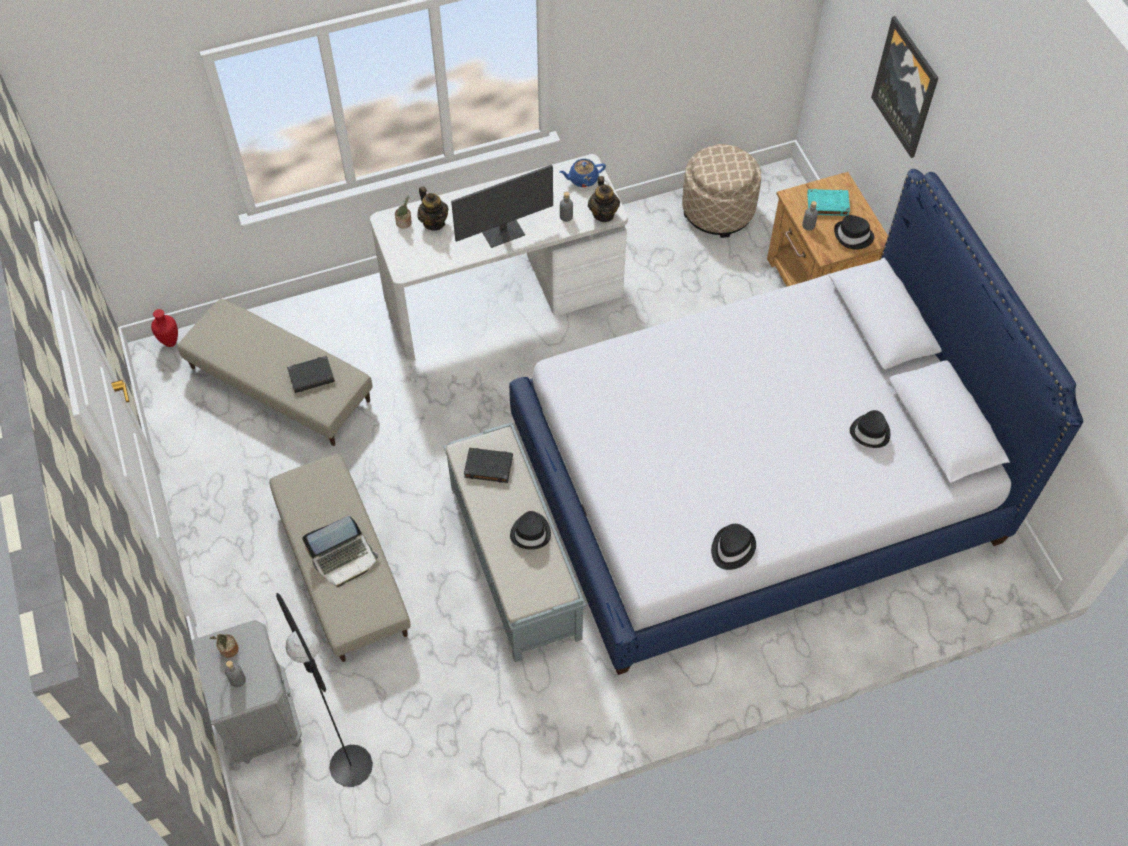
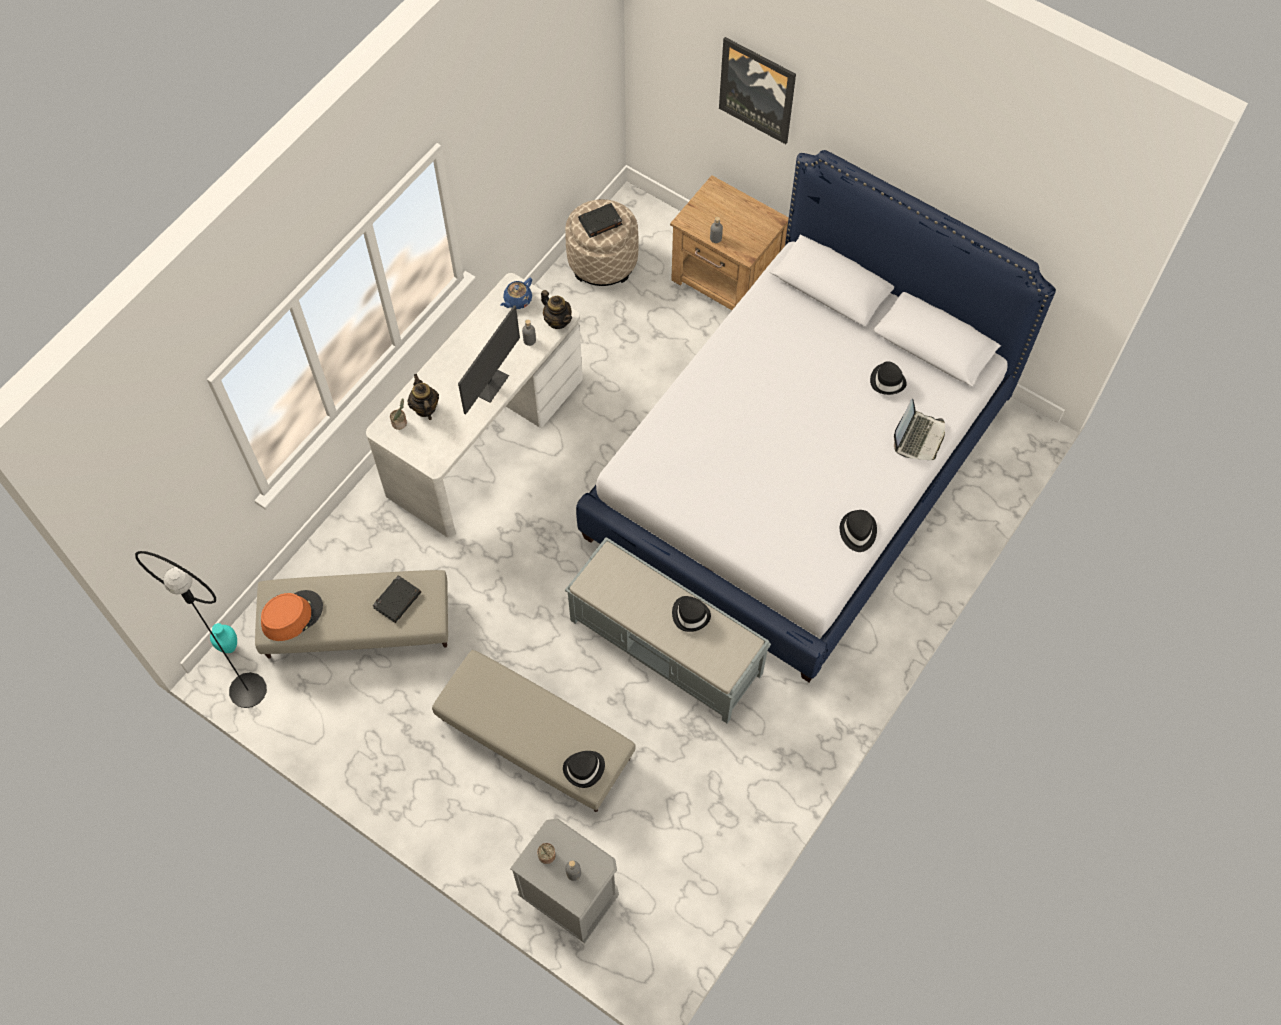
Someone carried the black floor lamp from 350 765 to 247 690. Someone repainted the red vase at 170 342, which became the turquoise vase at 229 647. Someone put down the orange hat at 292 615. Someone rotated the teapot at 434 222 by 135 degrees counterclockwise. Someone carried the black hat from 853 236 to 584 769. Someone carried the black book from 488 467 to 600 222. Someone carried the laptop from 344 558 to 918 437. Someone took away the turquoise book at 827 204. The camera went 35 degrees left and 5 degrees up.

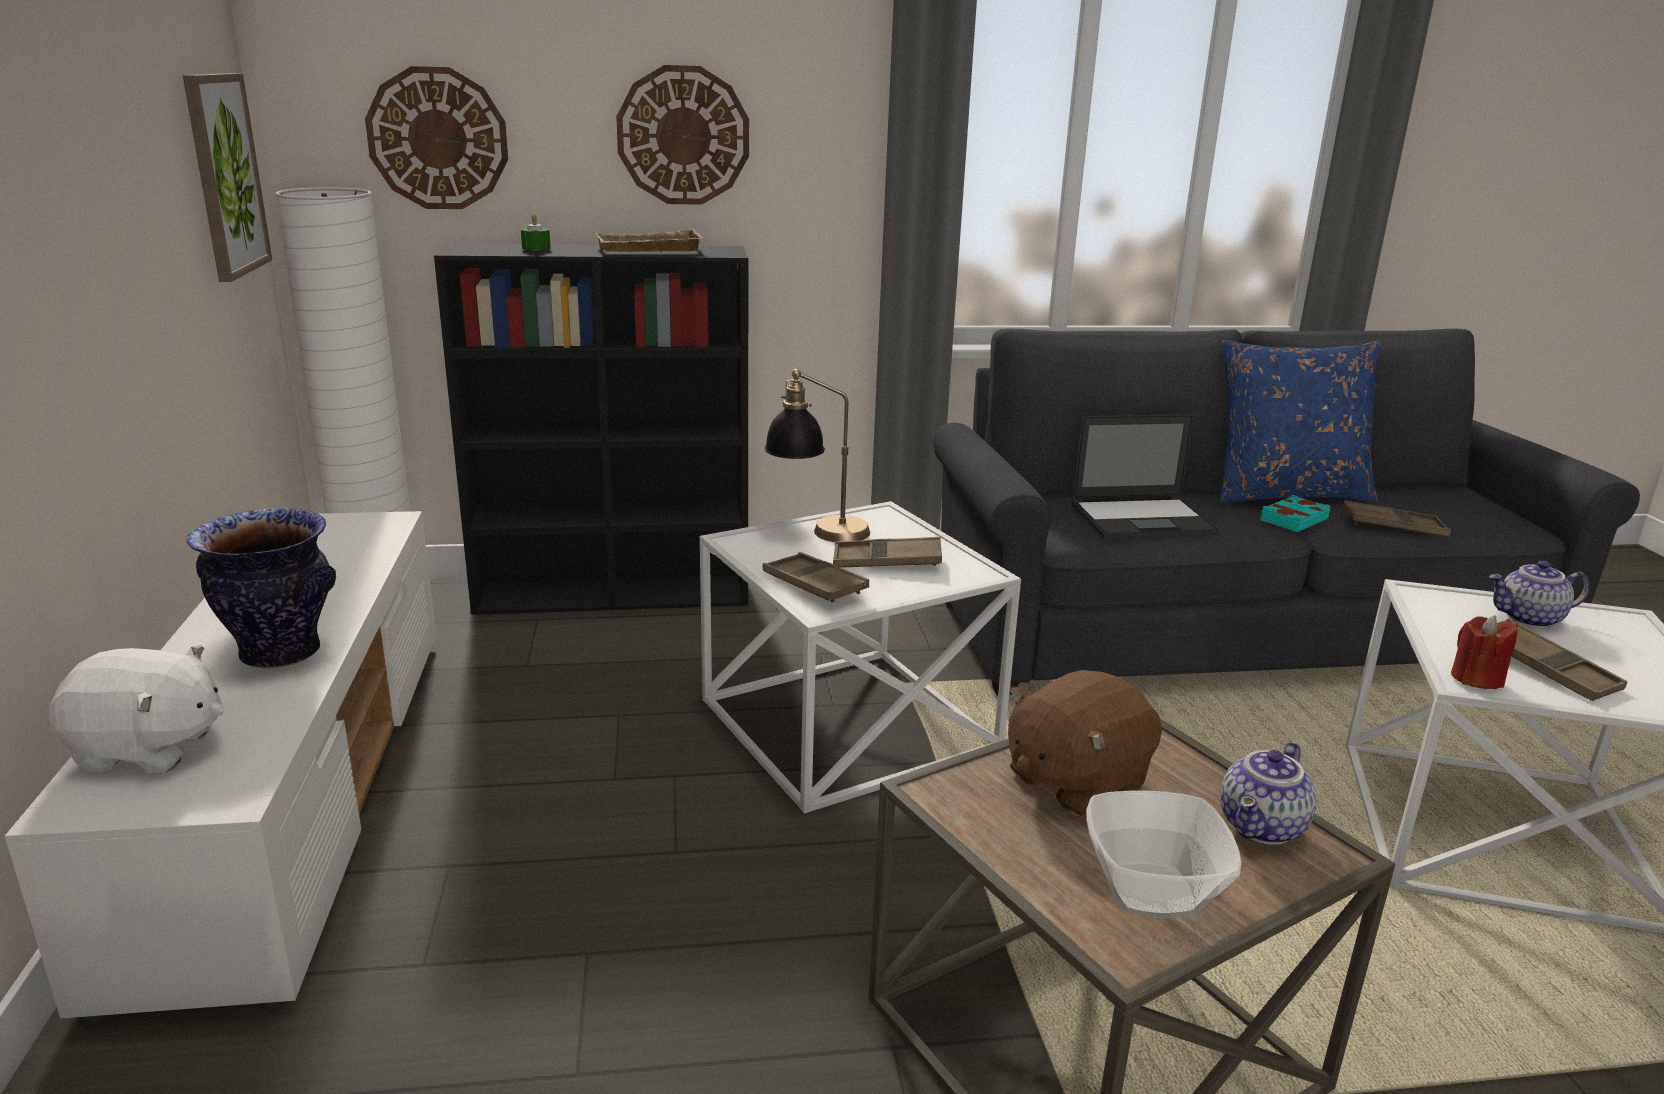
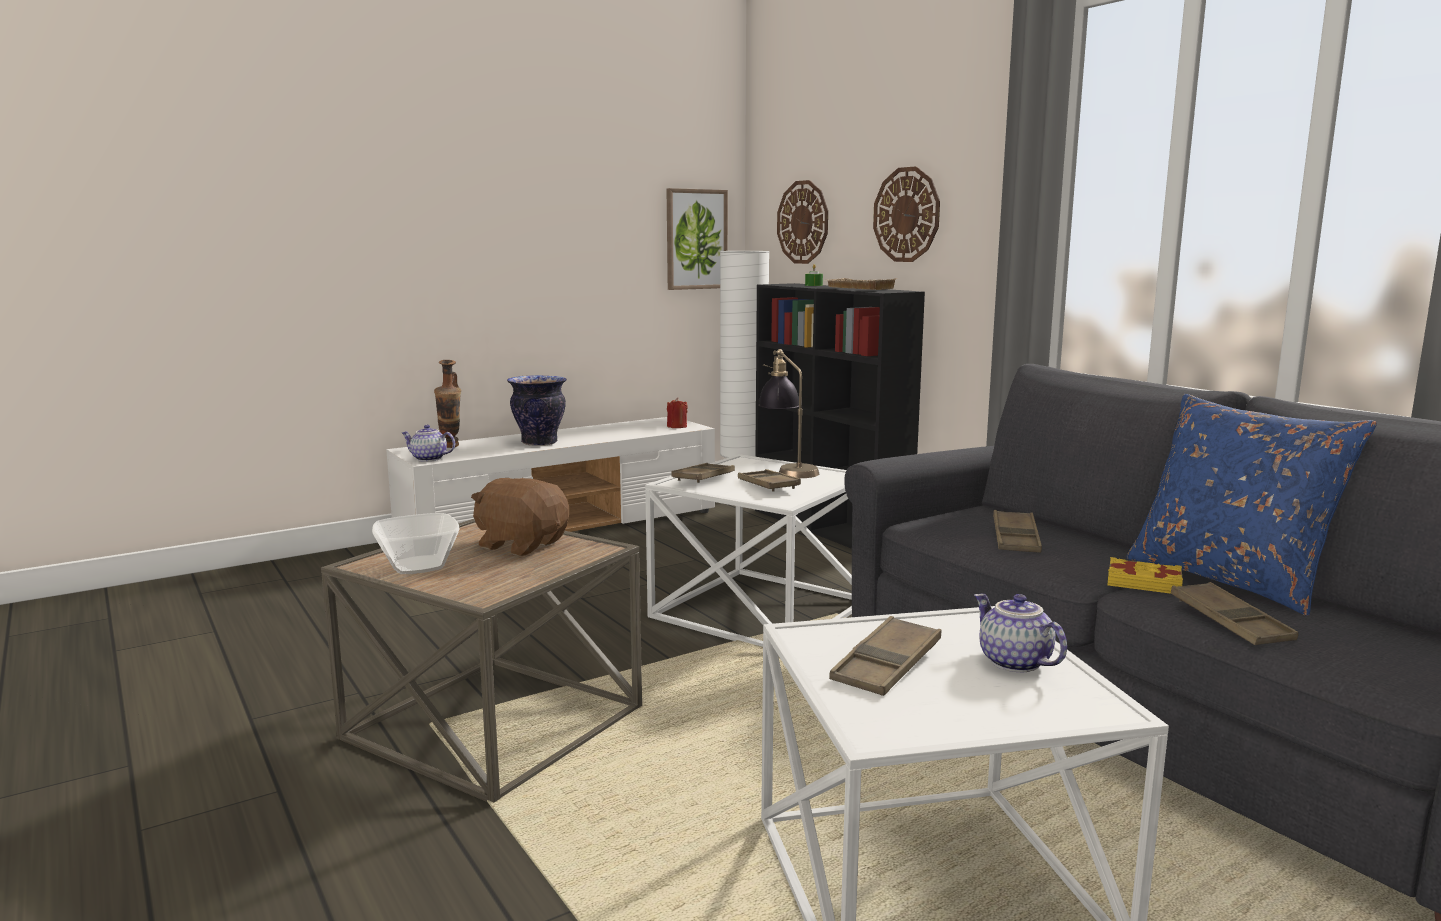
Someone carried the teapot from 1263 828 to 428 459. Someone swapped the white plush toy at 148 749 for the vase at 450 447. Someone carried the red candle from 1476 678 to 677 426. Someone swapped the laptop at 1144 519 for the brown tray at 1015 538. Someone repainted the turquoise book at 1293 519, which became the yellow book at 1143 583. The camera went 65 degrees right and 10 degrees down.

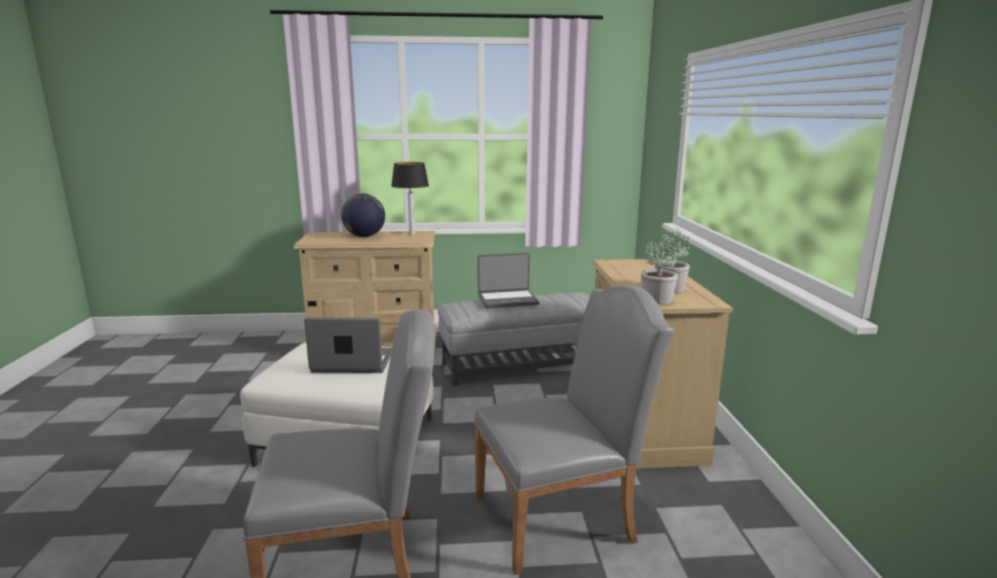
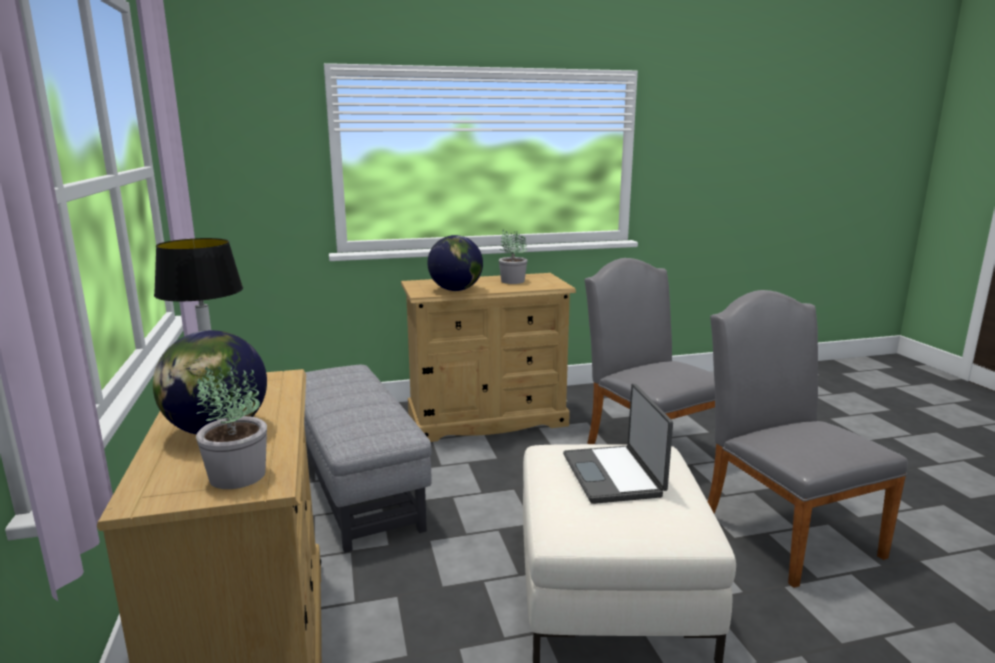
Someone carried the potted plant from 657 299 to 236 475. Someone put down the globe at 455 290. Someone took away the laptop at 507 300. The camera went 100 degrees left and 0 degrees up.

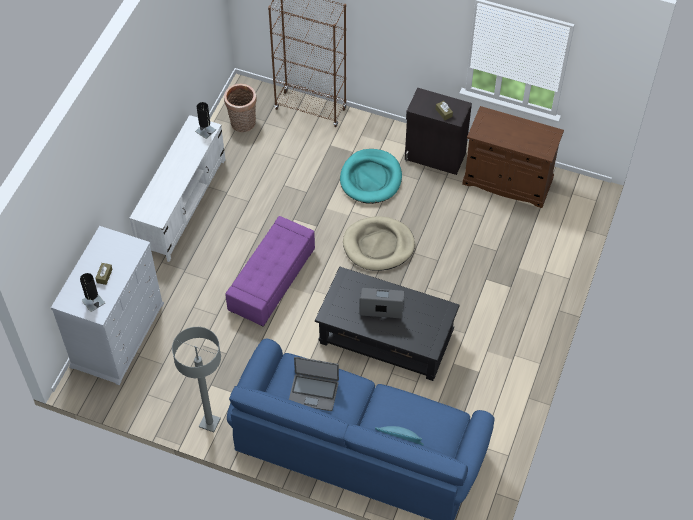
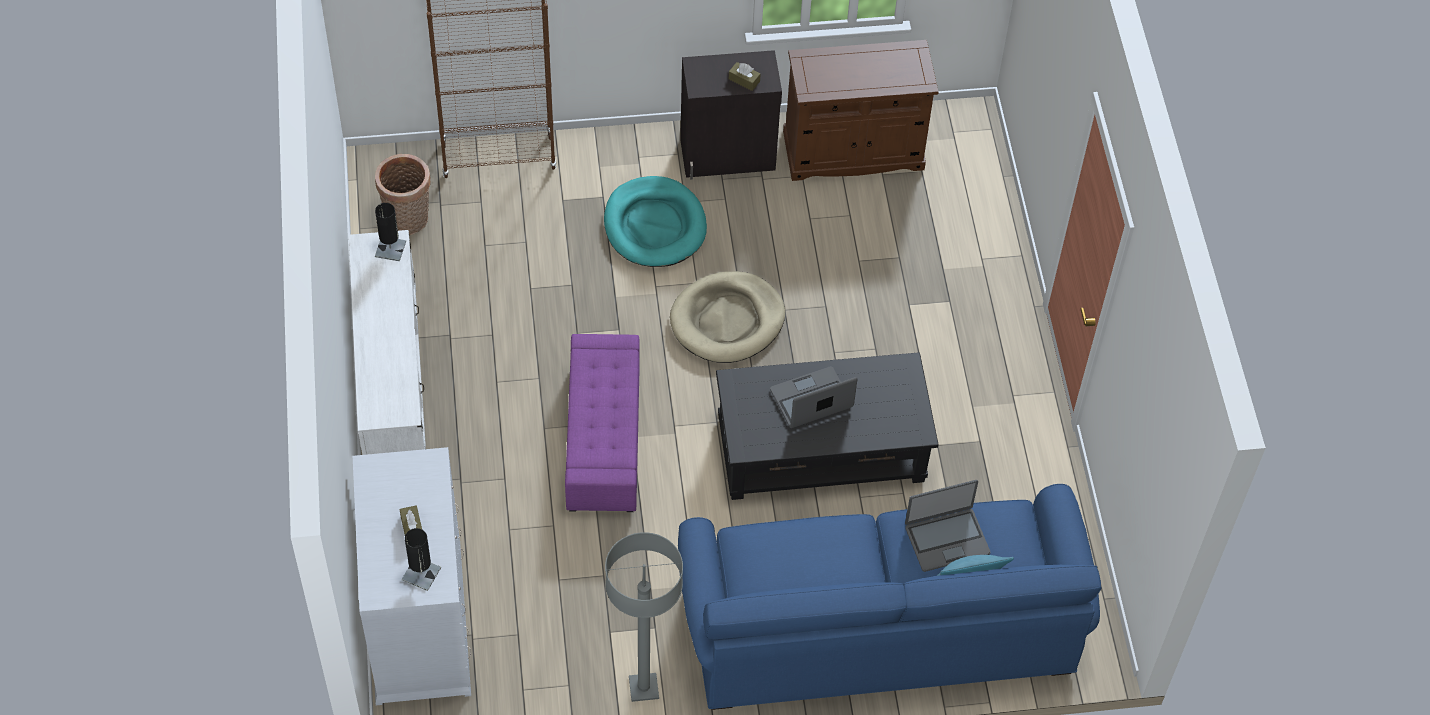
Someone carried the laptop from 313 392 to 946 539. The camera went 30 degrees left and 0 degrees up.

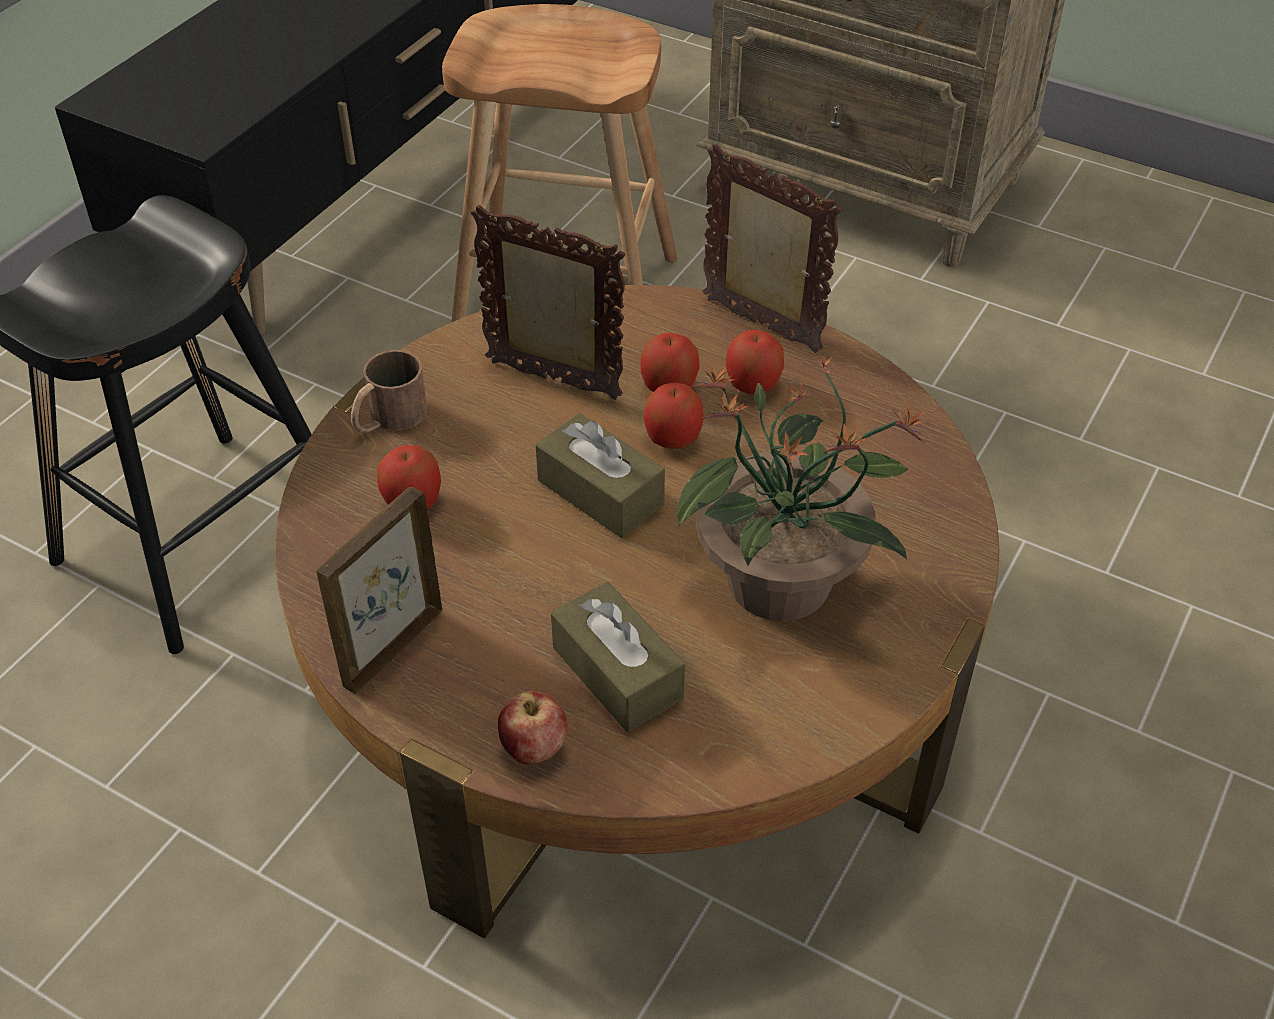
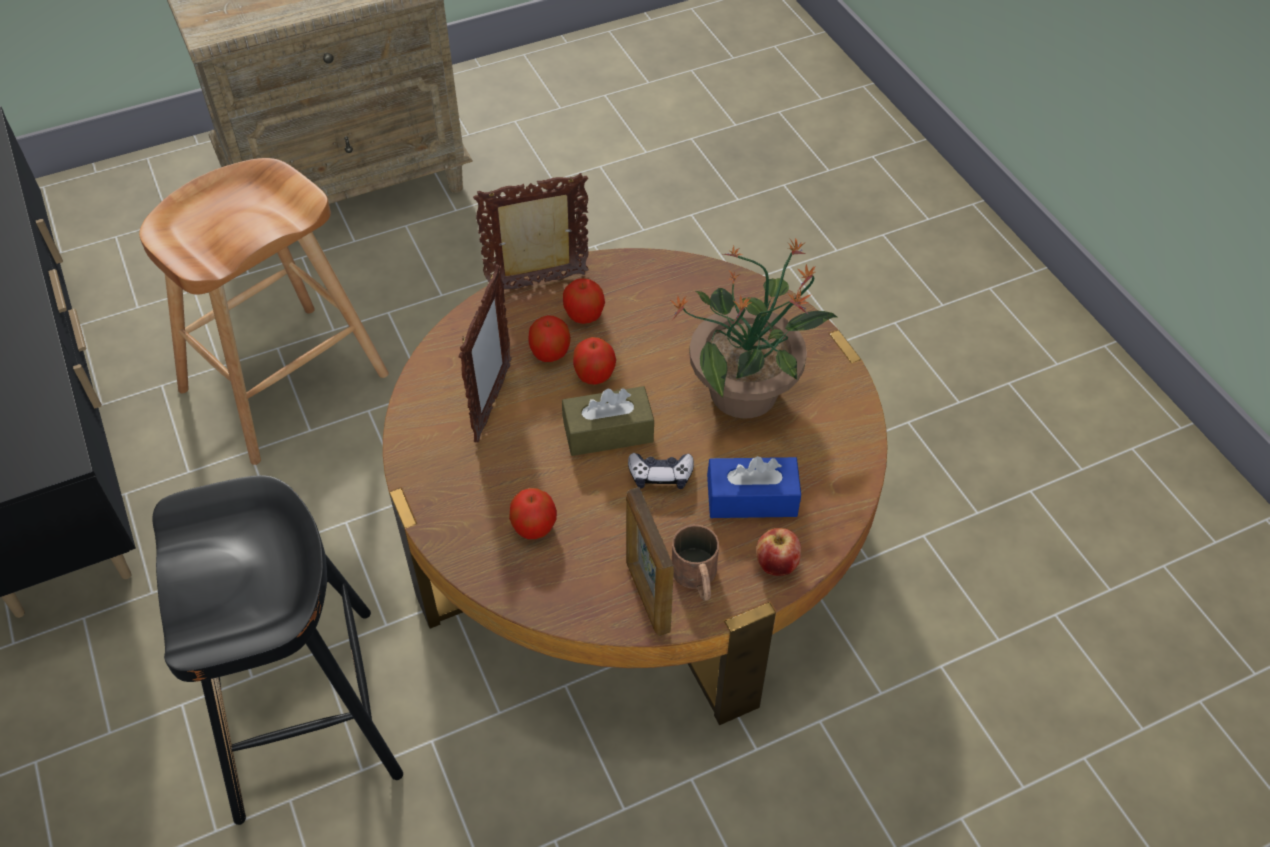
Someone rotated the picture frame at 554 381 by 135 degrees clockwise. Someone put down the game controller at 660 475. Someone carried the brown mug from 388 418 to 697 579. Someone repainted the brown tissue box at 617 673, which became the blue tissue box at 752 498. The camera went 55 degrees left and 5 degrees up.

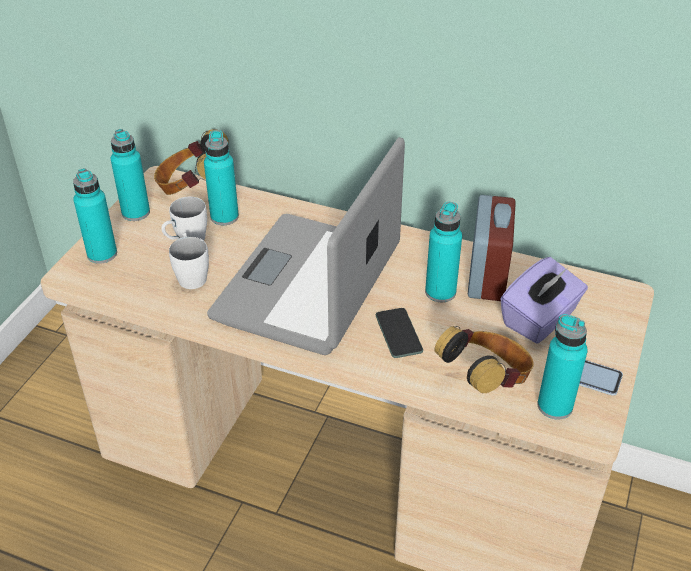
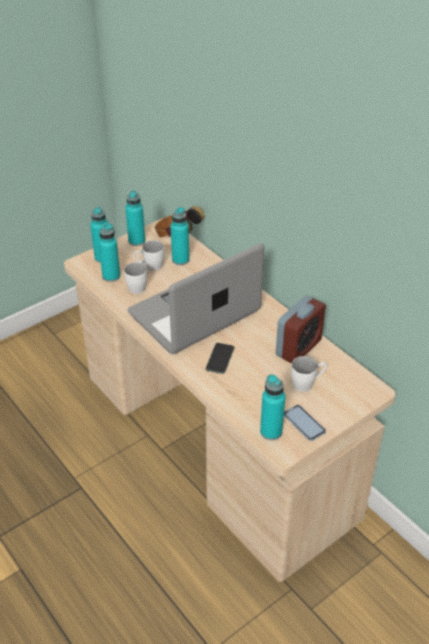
Someone carried the turquoise bottle from 440 292 to 111 276. Someone swapped the purple tissue box at 540 319 for the white mug at 307 383. Someone took away the headphones at 486 380. The camera went 30 degrees right and 0 degrees up.

